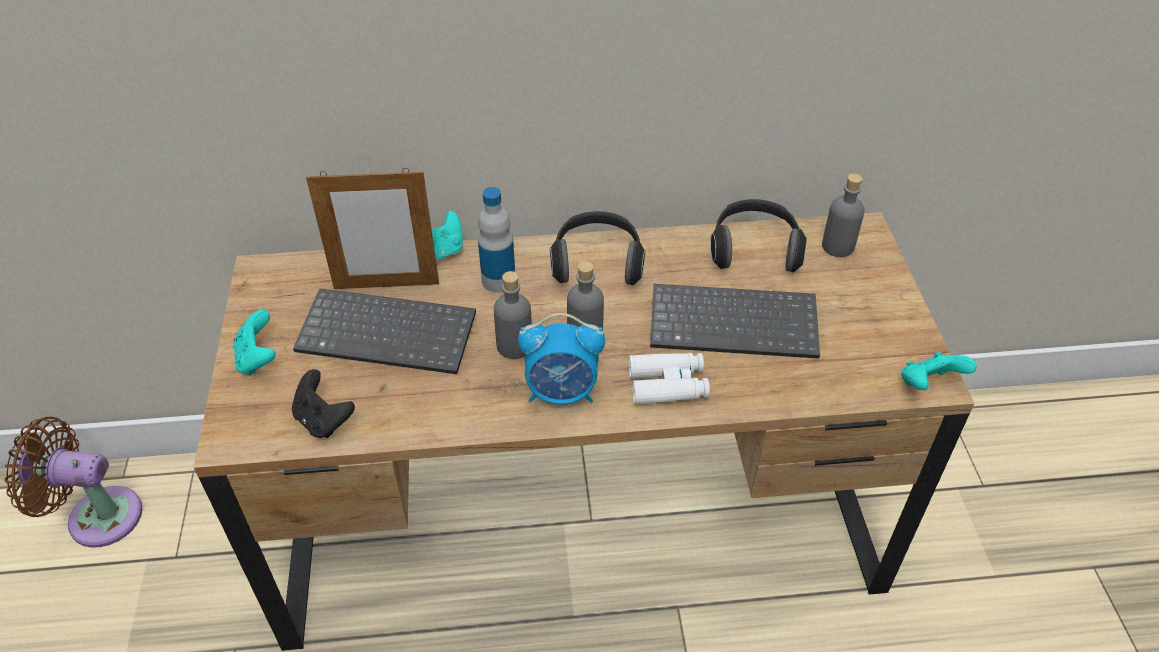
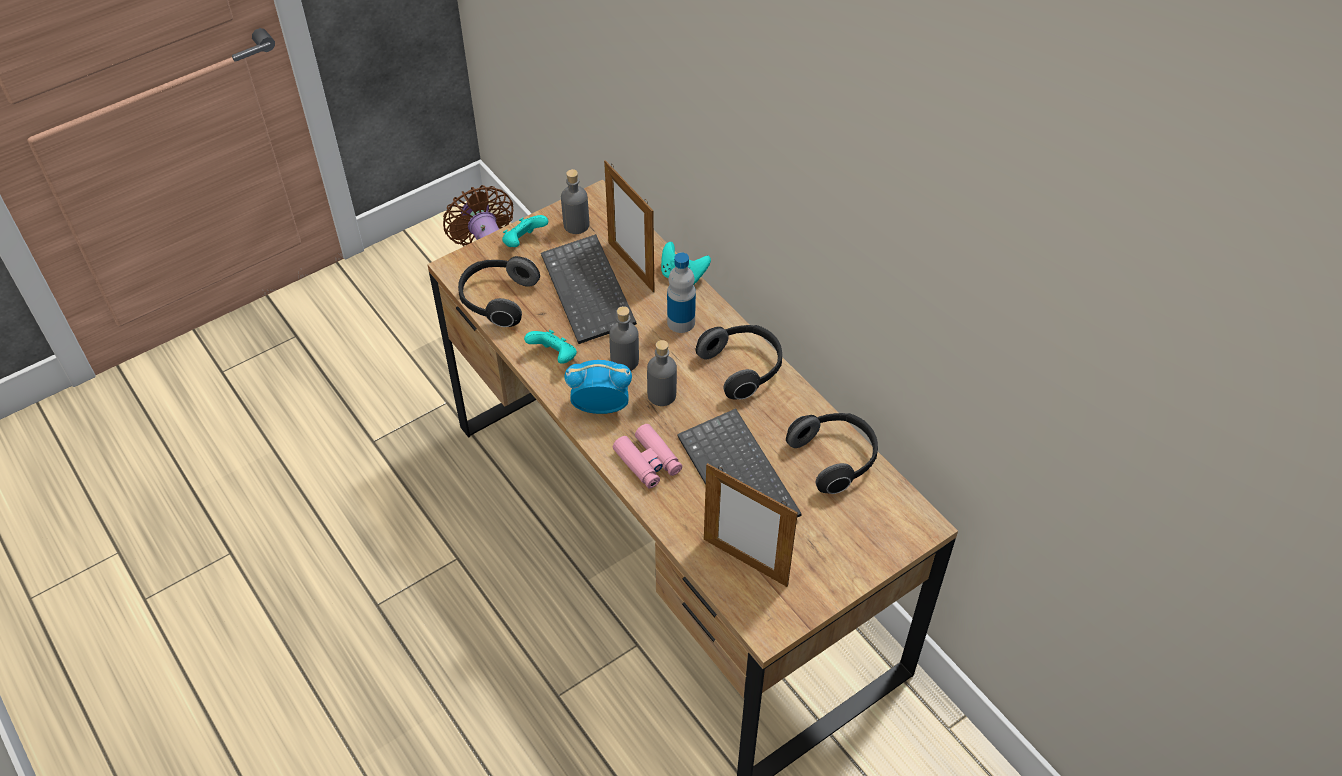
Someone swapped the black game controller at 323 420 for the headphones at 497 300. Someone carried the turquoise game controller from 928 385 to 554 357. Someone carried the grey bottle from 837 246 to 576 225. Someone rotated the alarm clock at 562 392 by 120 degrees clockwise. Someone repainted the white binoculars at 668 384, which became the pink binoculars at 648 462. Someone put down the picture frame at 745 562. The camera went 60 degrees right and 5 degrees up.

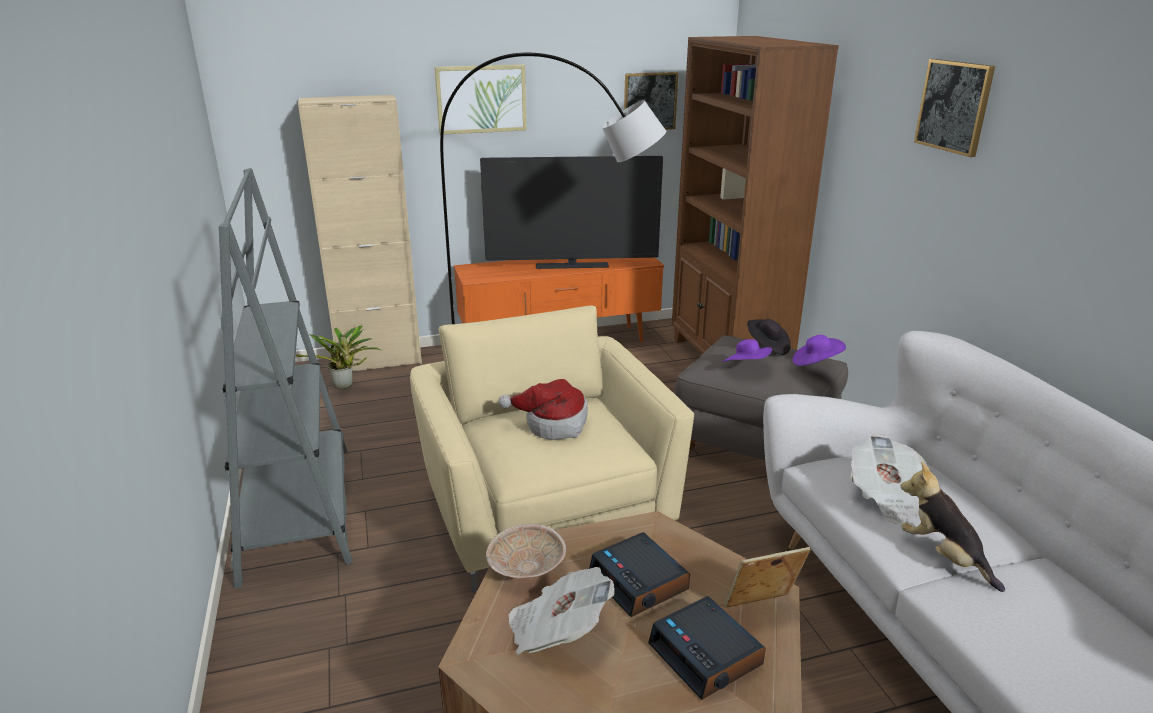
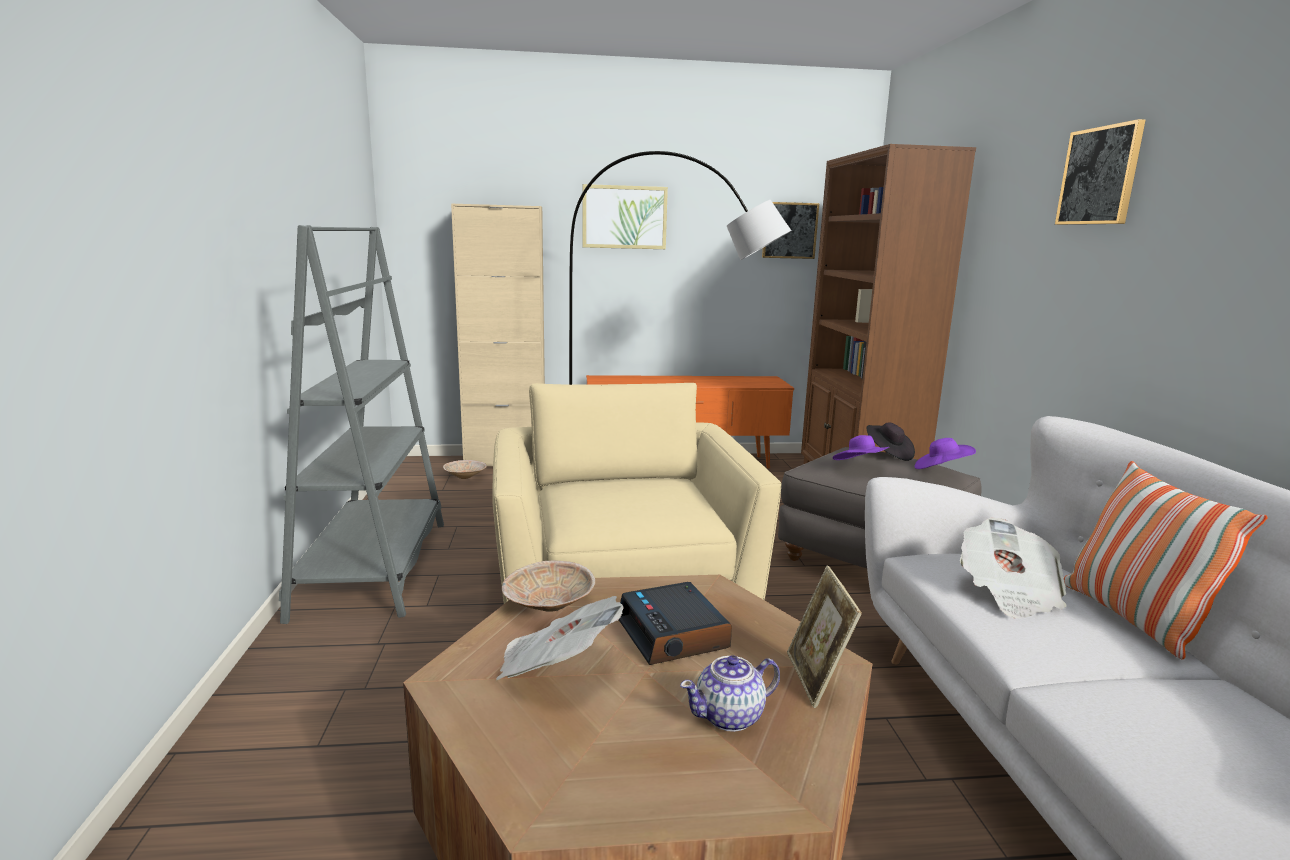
Someone swapped the potted plant at 345 386 for the beige bowl at 465 477. Someone swapped the alarm clock at 706 655 for the teapot at 730 716. Someone rotated the picture frame at 761 609 by 90 degrees counterclockwise. Someone put down the pillow at 1132 618. Someone took away the television at 572 266. Someone took away the hat at 552 424. Someone took away the plush toy at 943 556. The camera went 10 degrees right and 10 degrees down.

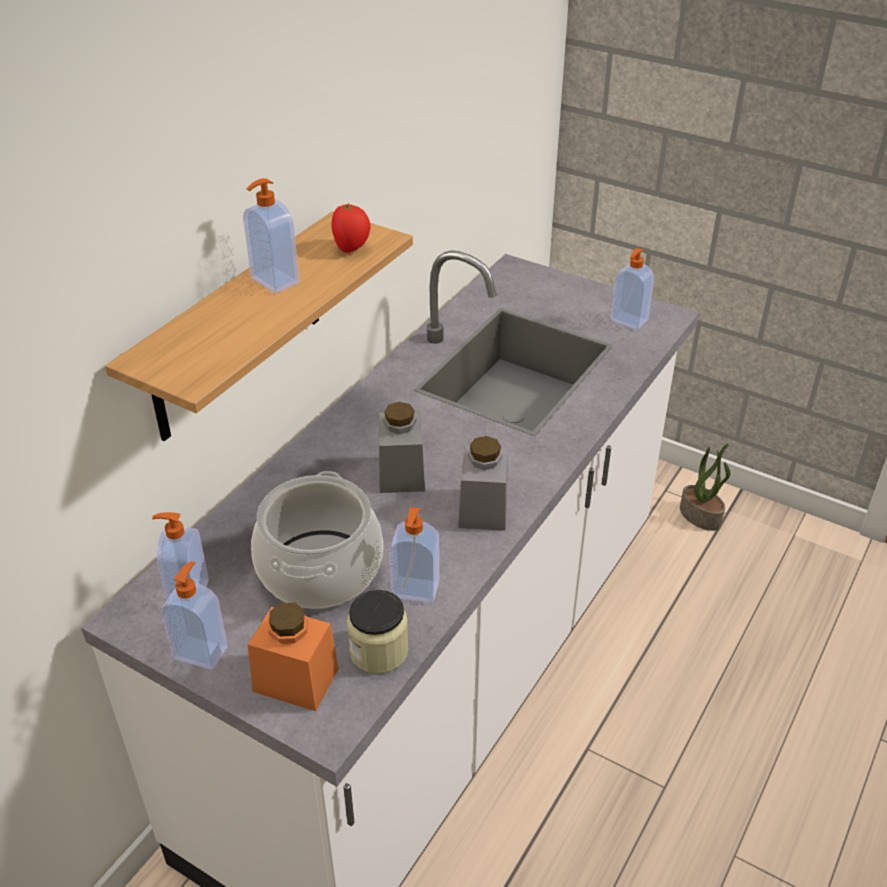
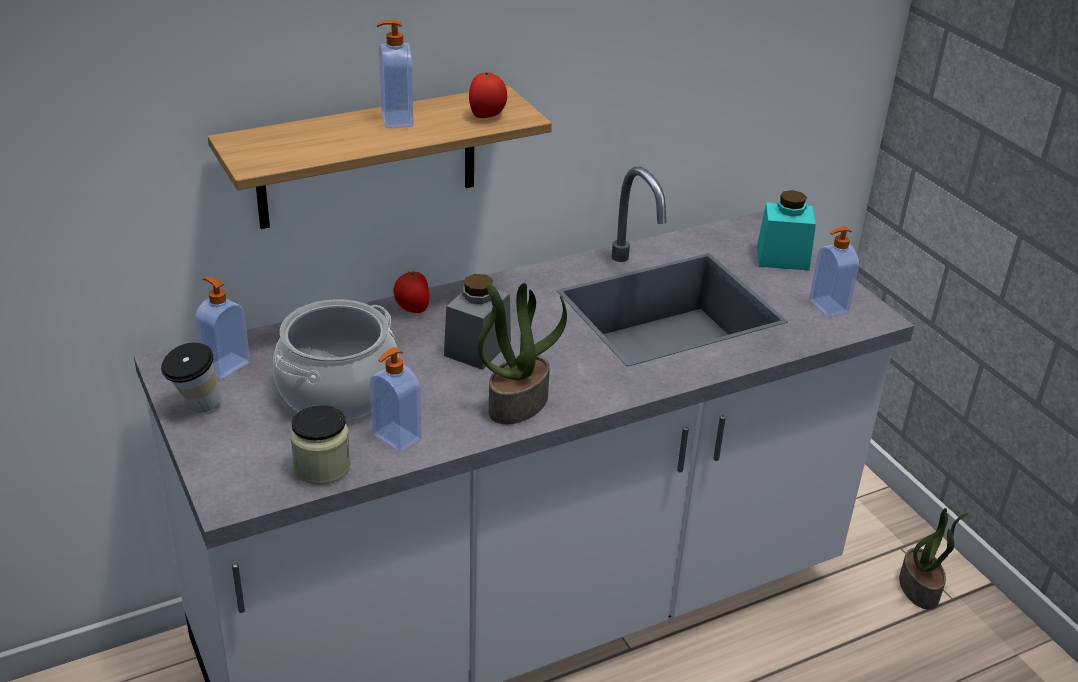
Someone swapped the soap dispenser at 201 651 for the cup at 196 408. Someone put down the tomato at 412 309. Someone swapped the grey jar at 483 508 for the potted plant at 518 403. Someone put down the turquoise jar at 782 258. Someone took away the orange jar at 296 680. The camera went 30 degrees right and 5 degrees down.

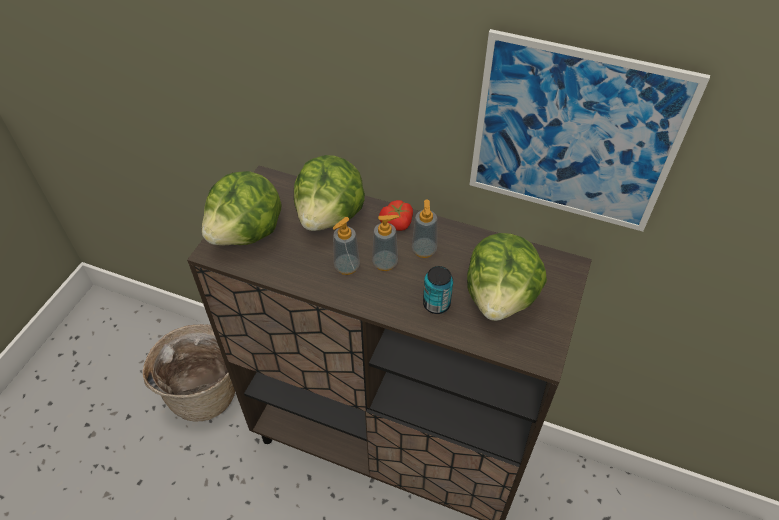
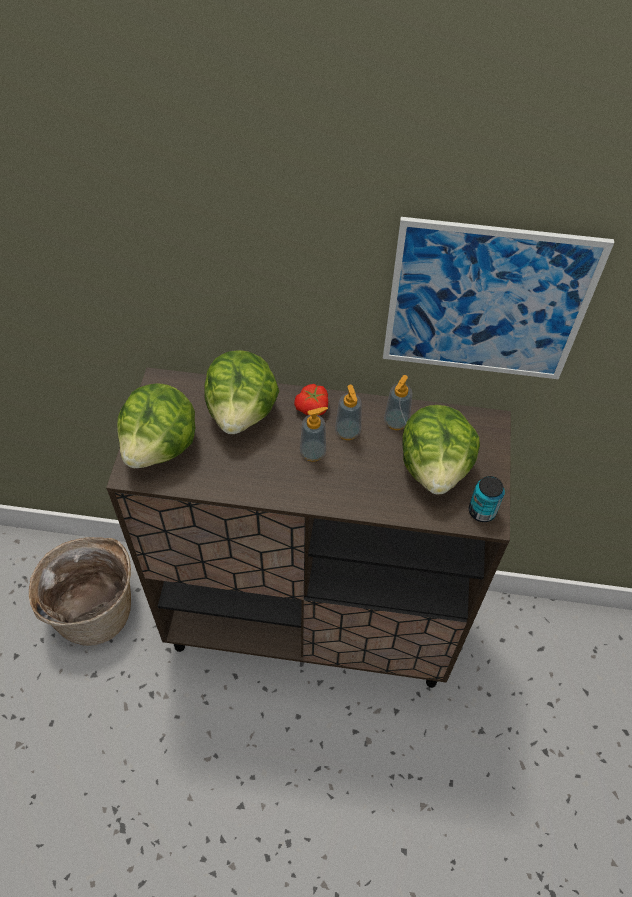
Someone carried the soap dispenser from 347 266 to 396 422. Someone carried the can from 436 304 to 482 511. The camera went 15 degrees left and 5 degrees up.

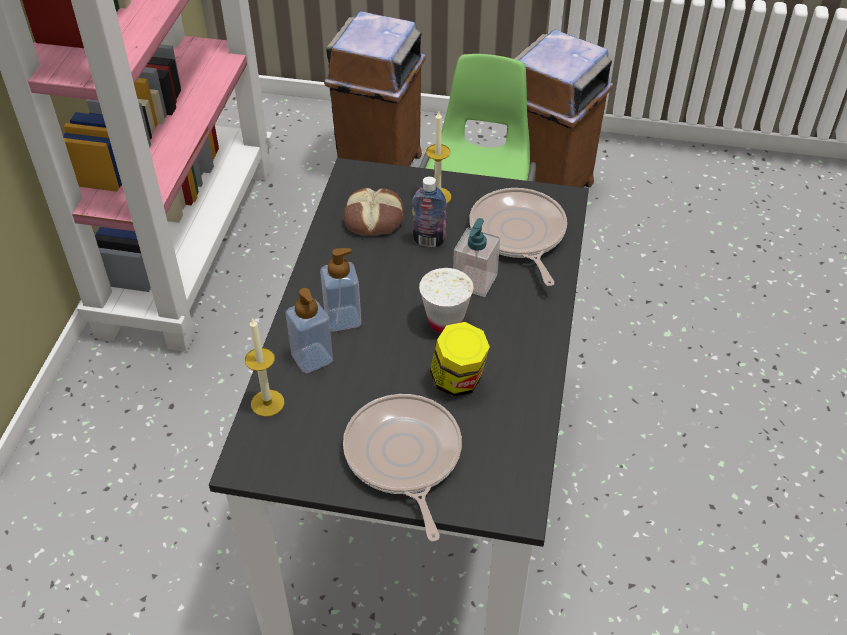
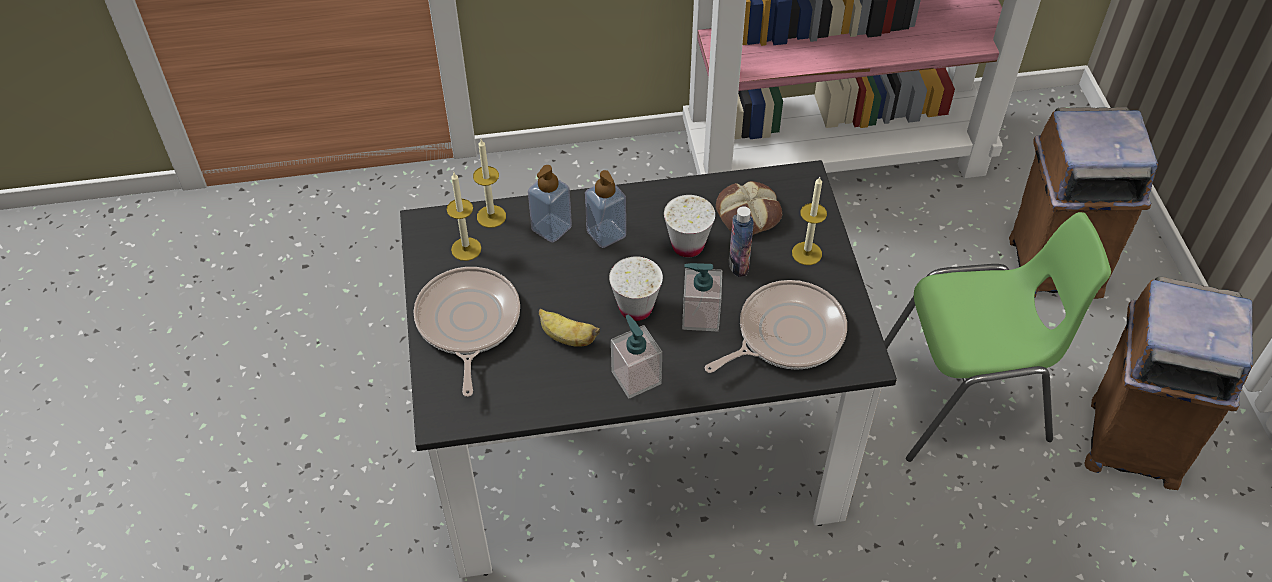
Someone rotated the frying pan at 403 457 by 60 degrees counterclockwise. Someone put down the candle at 466 249. Someone swapped the jar at 458 381 for the banana at 567 337. Someone put down the soap dispenser at 636 377. Someone put down the white cup at 687 245. The camera went 70 degrees right and 5 degrees up.

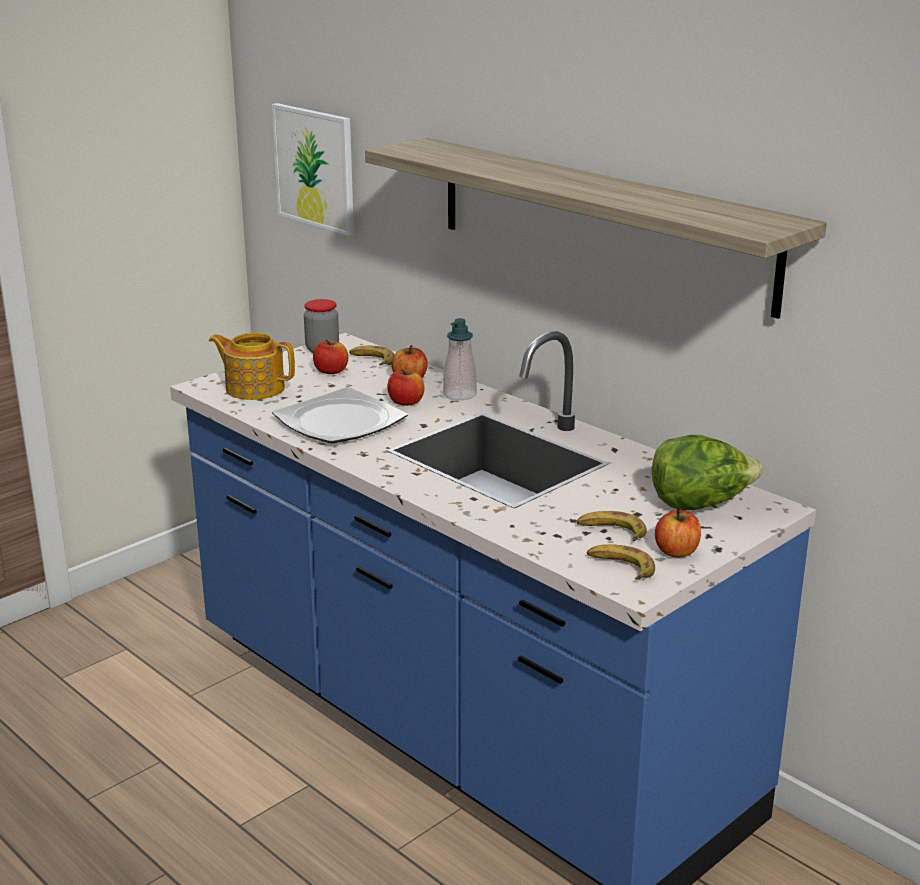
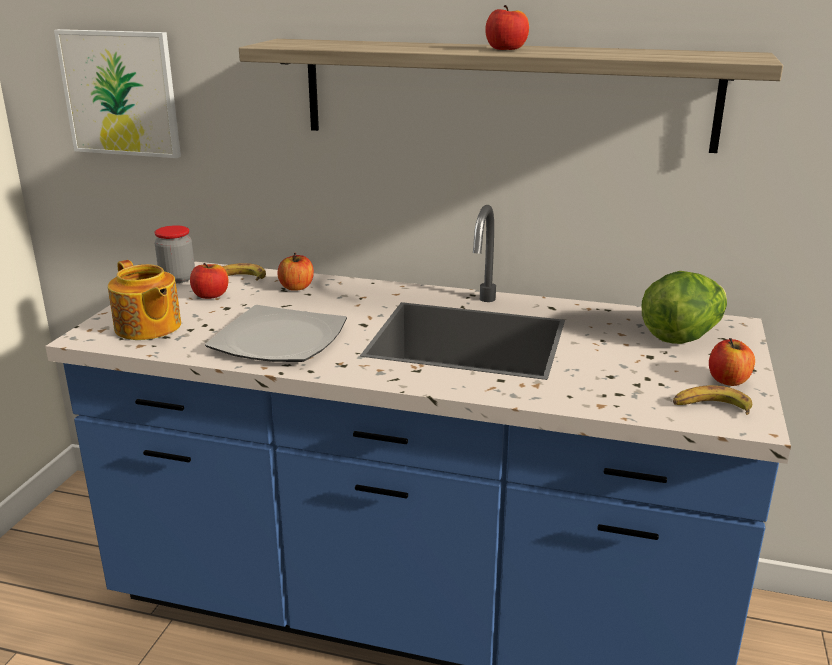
Someone rotated the teapot at 254 388 by 120 degrees counterclockwise. Someone carried the apple from 406 402 to 506 49. Someone took away the soap dispenser at 459 394. Someone took away the banana at 611 532. The camera went 30 degrees left and 0 degrees up.

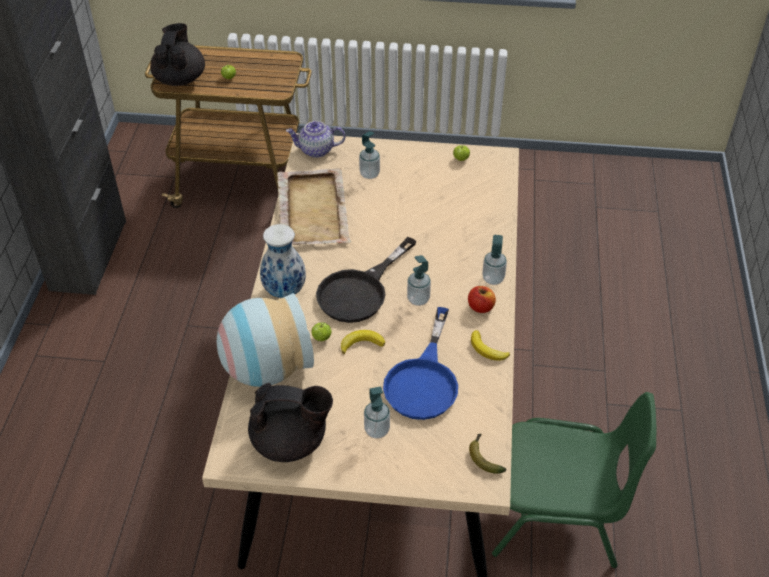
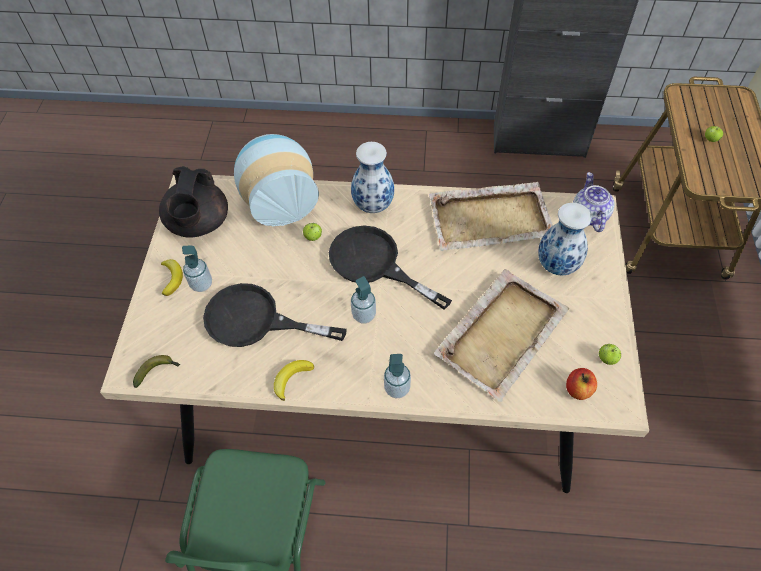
Someone carried the banana from 361 343 to 172 278. Someone repainted the blue frying pan at 424 380, which became the black frying pan at 256 321. Someone put down the beige tray at 502 333. Someone swapped the soap dispenser at 369 174 for the vase at 557 265. Someone carried the apple from 480 307 to 578 389. Someone took away the black teapot at 180 79. The camera went 90 degrees right and 10 degrees up.

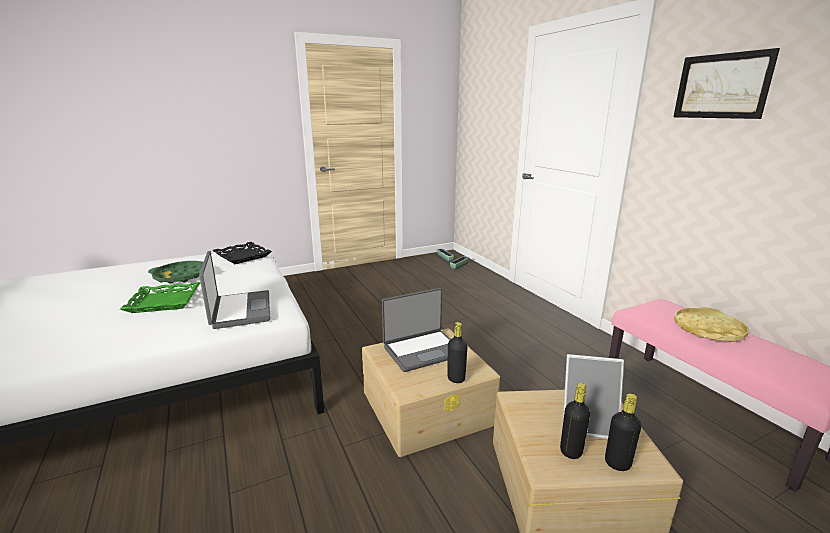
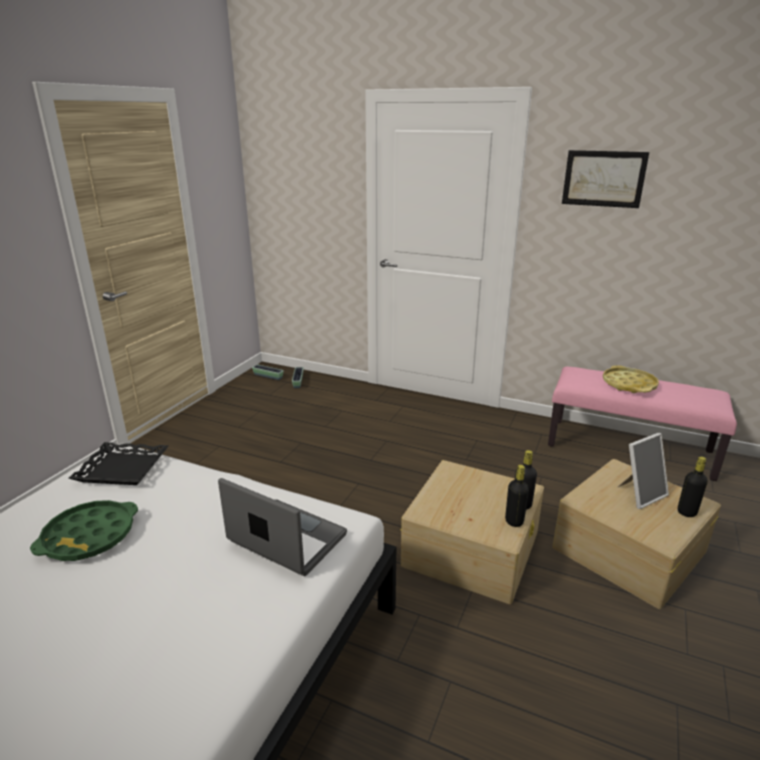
Someone carried the black bottle from 571 451 to 514 521. Someone took away the green tray at 164 301. Someone took away the laptop at 422 350. The camera went 40 degrees left and 5 degrees up.

